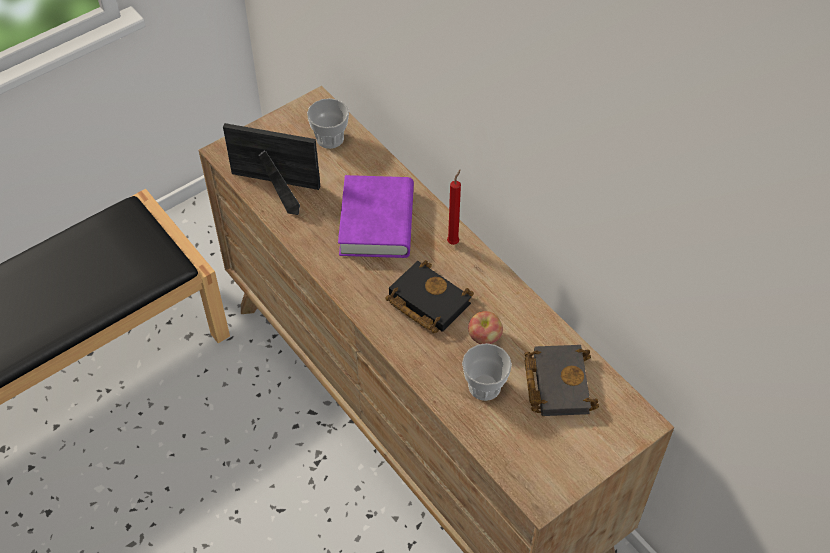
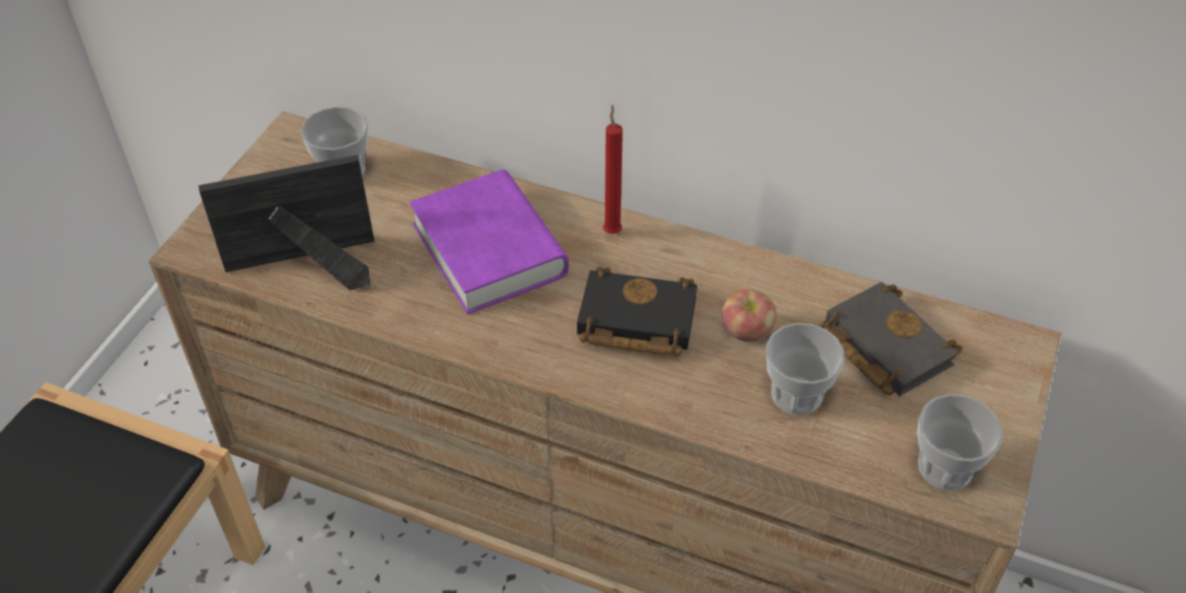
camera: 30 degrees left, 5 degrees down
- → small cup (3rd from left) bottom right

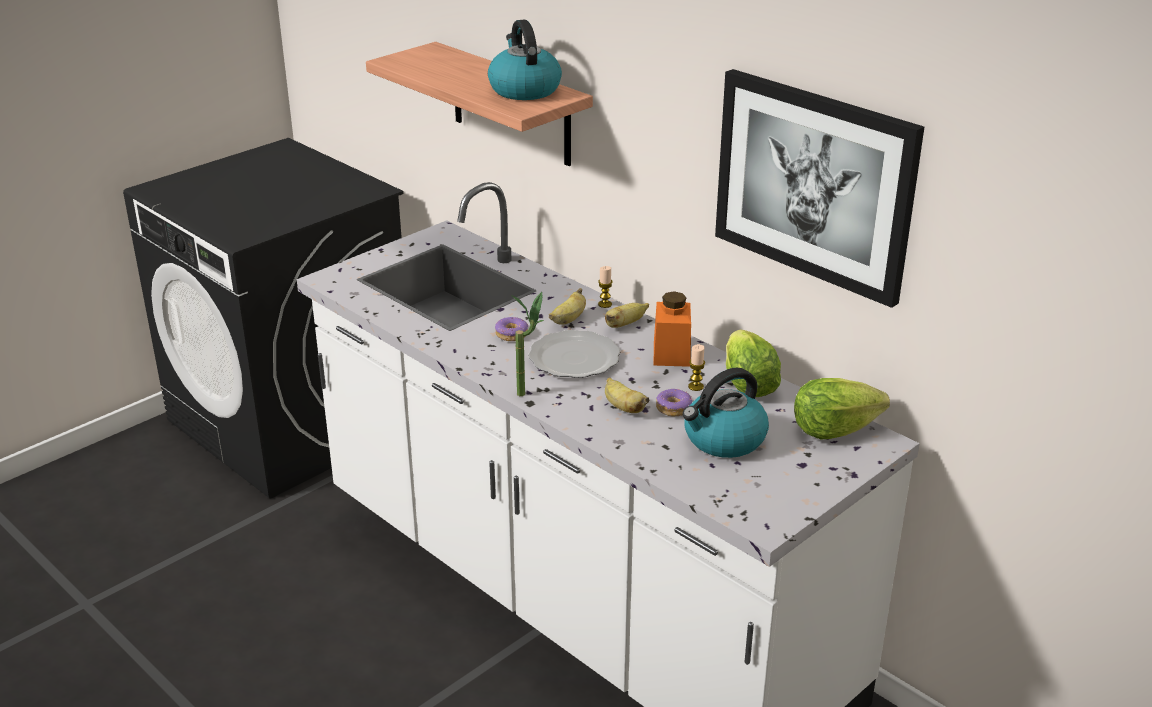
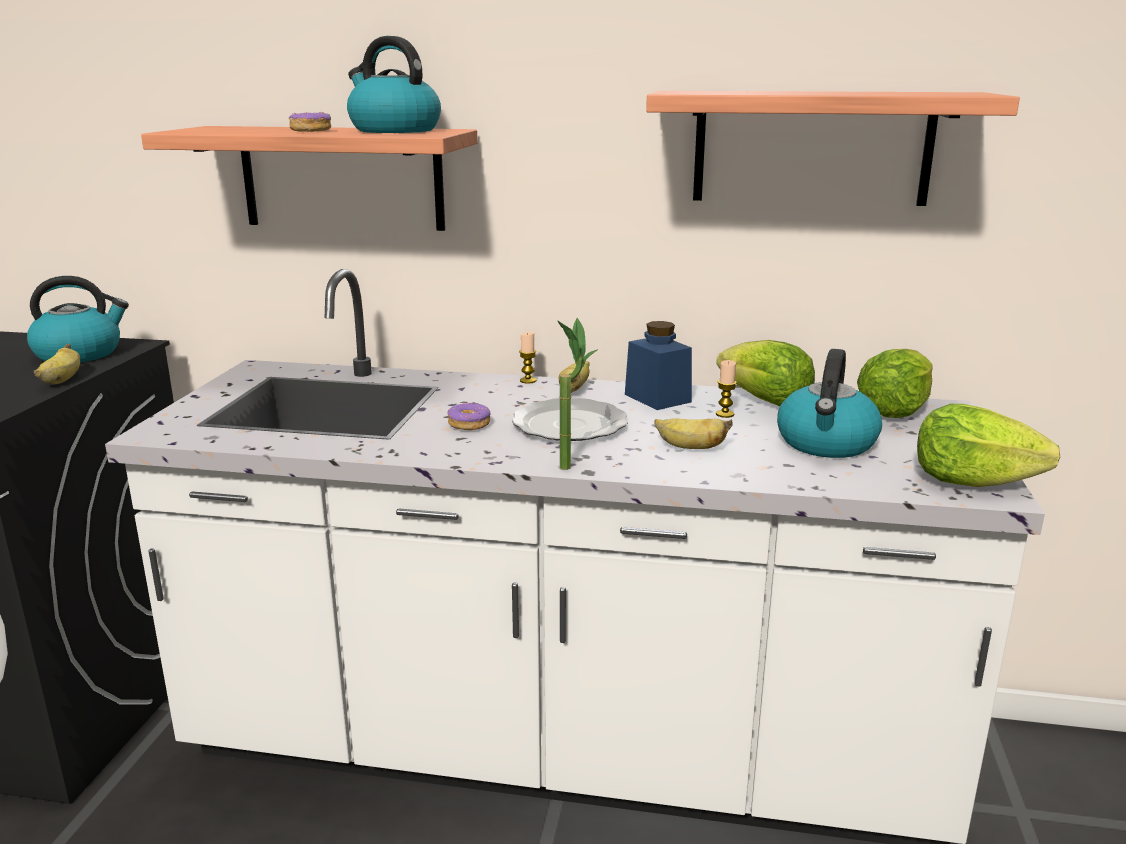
camera: 35 degrees left, 10 degrees down
wall picture top right → shelf (2nd from left) top right
banana fruit (1st from left) centre → banana fruit (1st from left) middle left, moved
jar (orangey) centre → jar (blue-coloured) centre
donut (2nd from left in the first image) centre → donut (1st from left) top left, moved
- → water kettle (1st from left) middle left
- → lettuce (3rd from left) middle right

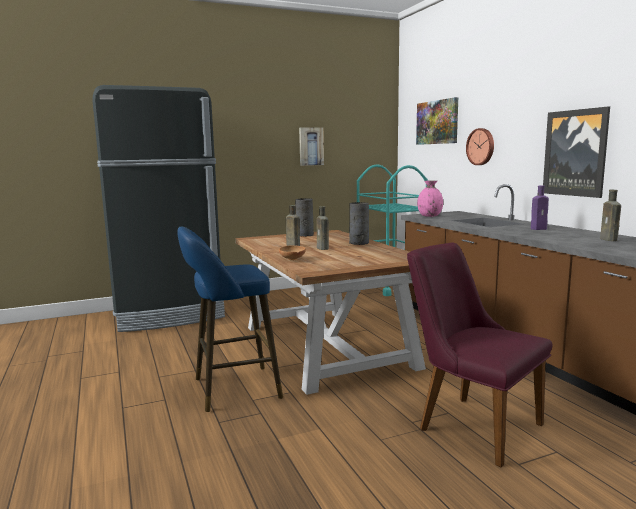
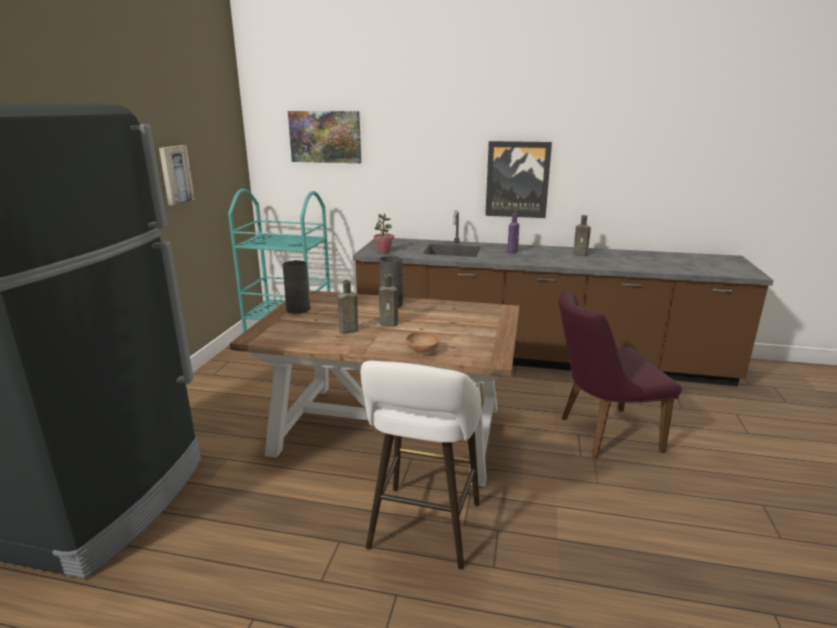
camera: 55 degrees left, 10 degrees up
clock on the wall top right → -
decorative vase (pinkish) middle right → plant in a pot centre
stool (blue-coloured) centre → stool (white-coloured) bottom centre

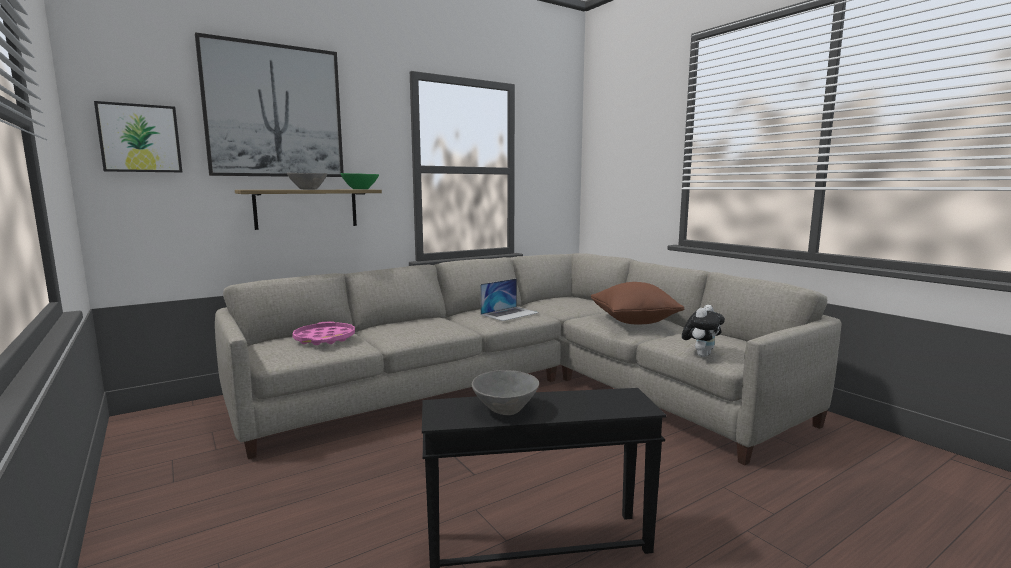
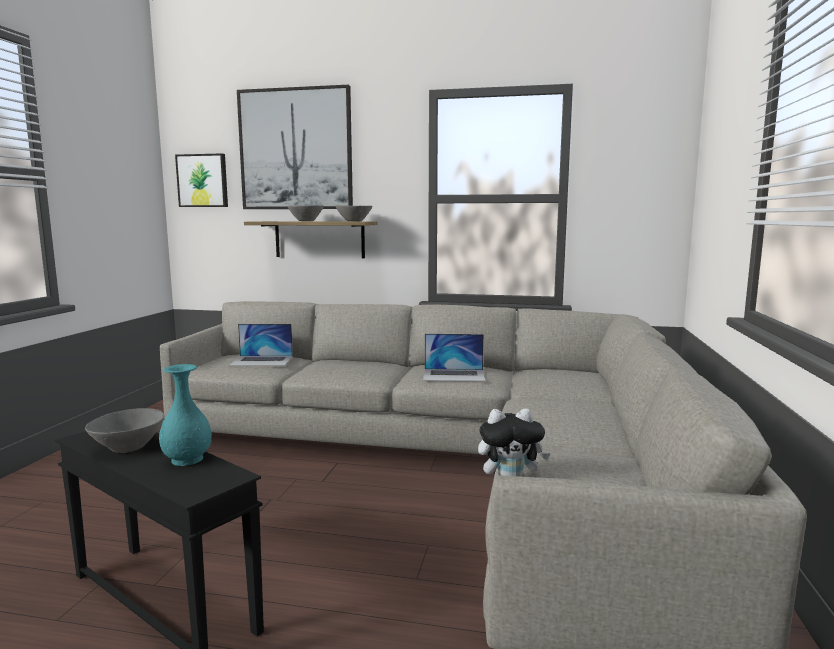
camera: 45 degrees right, 0 degrees up
bowl (green-coloured) top centre → bowl (grey) (3rd from left) top centre
cushion (brown-coloured) centre → -
carrying tray (pinkish) middle left → laptop (1st from left) middle left
- → decorative vase (turquoise) middle left

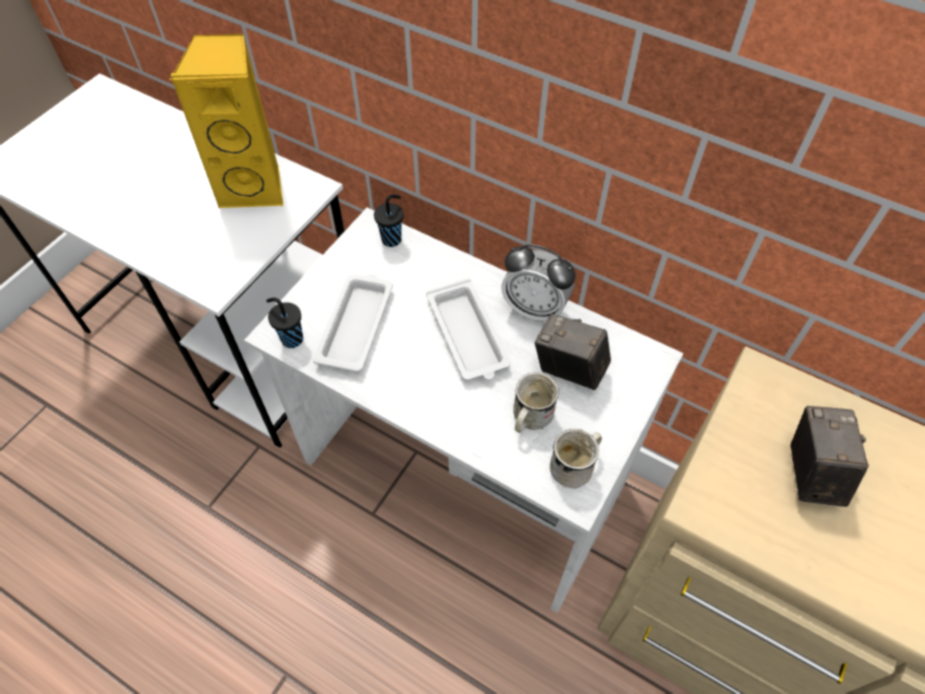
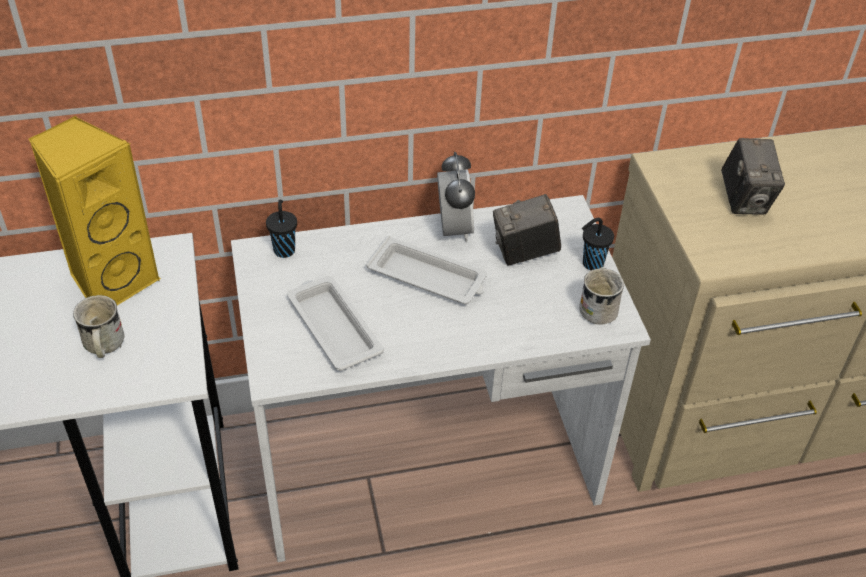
camera: 45 degrees left, 10 degrees down
bedside clock centre, 75 degrees counterclockwise
small cup (blackish) (1st from left in the first image) middle left → small cup (blackish) (2nd from left) middle right, moved
tea mug (white-coloured) (1st from left) centre → tea mug (white-coloured) (1st from left) middle left, moved
photo camera (2nd from left) middle right → photo camera (2nd from left) top right, 150 degrees counterclockwise

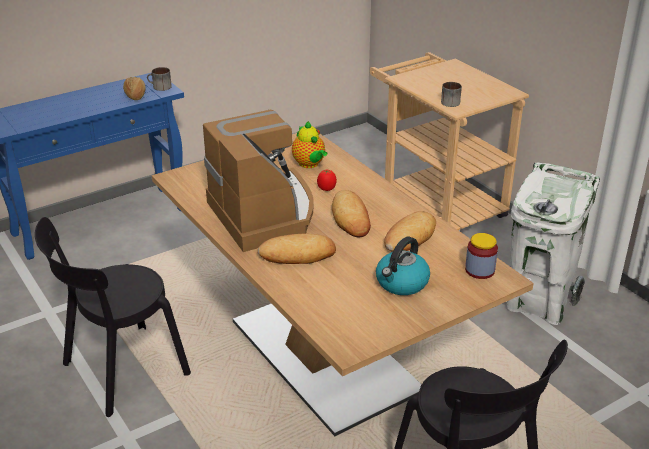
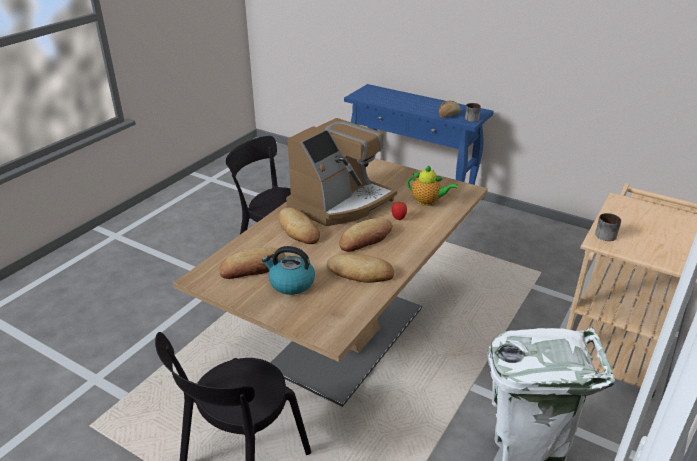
camera: 65 degrees right, 0 degrees up
tea pot top centre → tea pot centre, 105 degrees counterclockwise
jar middle right → -
- → baked bread (1st from left) centre

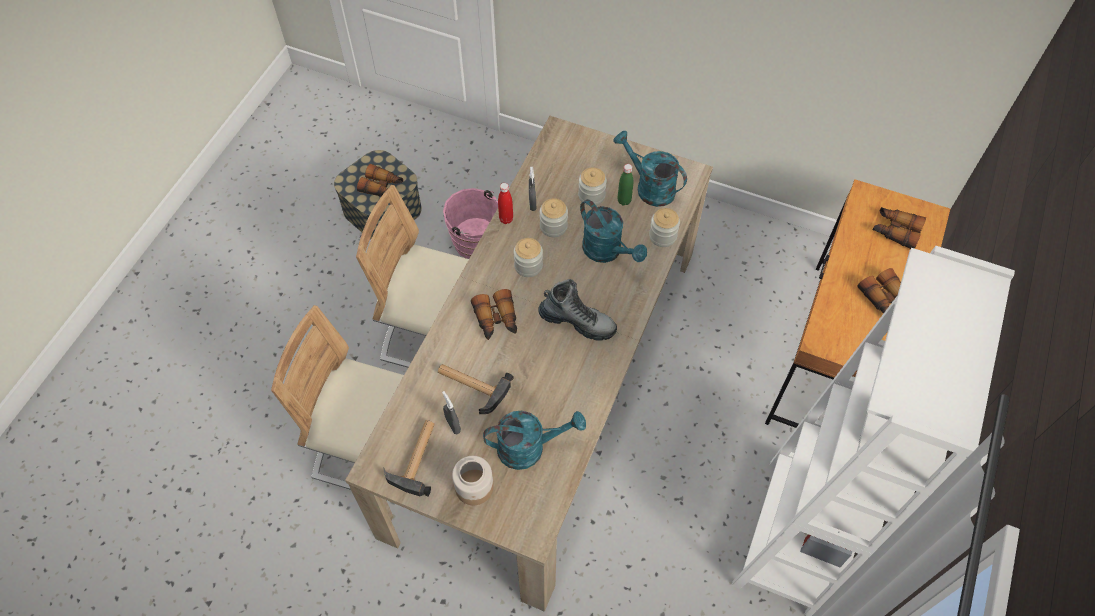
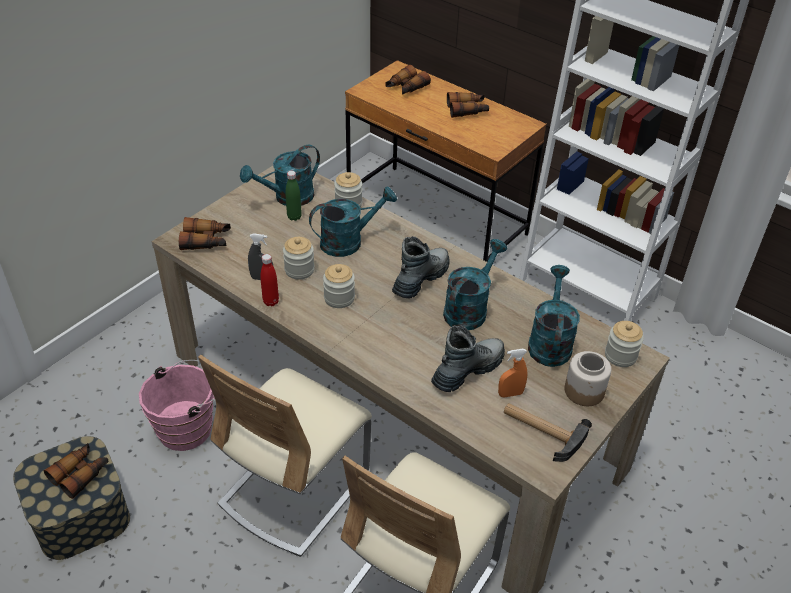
camera: 75 degrees left, 15 degrees down
jar (4th from left in the first image) top centre → jar (5th from left) middle right, moved
binoculars (2nd from left) centre → binoculars (2nd from left) middle left, moved
hammer (2nd from left) centre → tall boot (2nd from left) centre
sprayer (grey) (1st from left) bottom centre → sprayer (orangey) centre
- → sprinkling can (turquoise) (3rd from left) centre

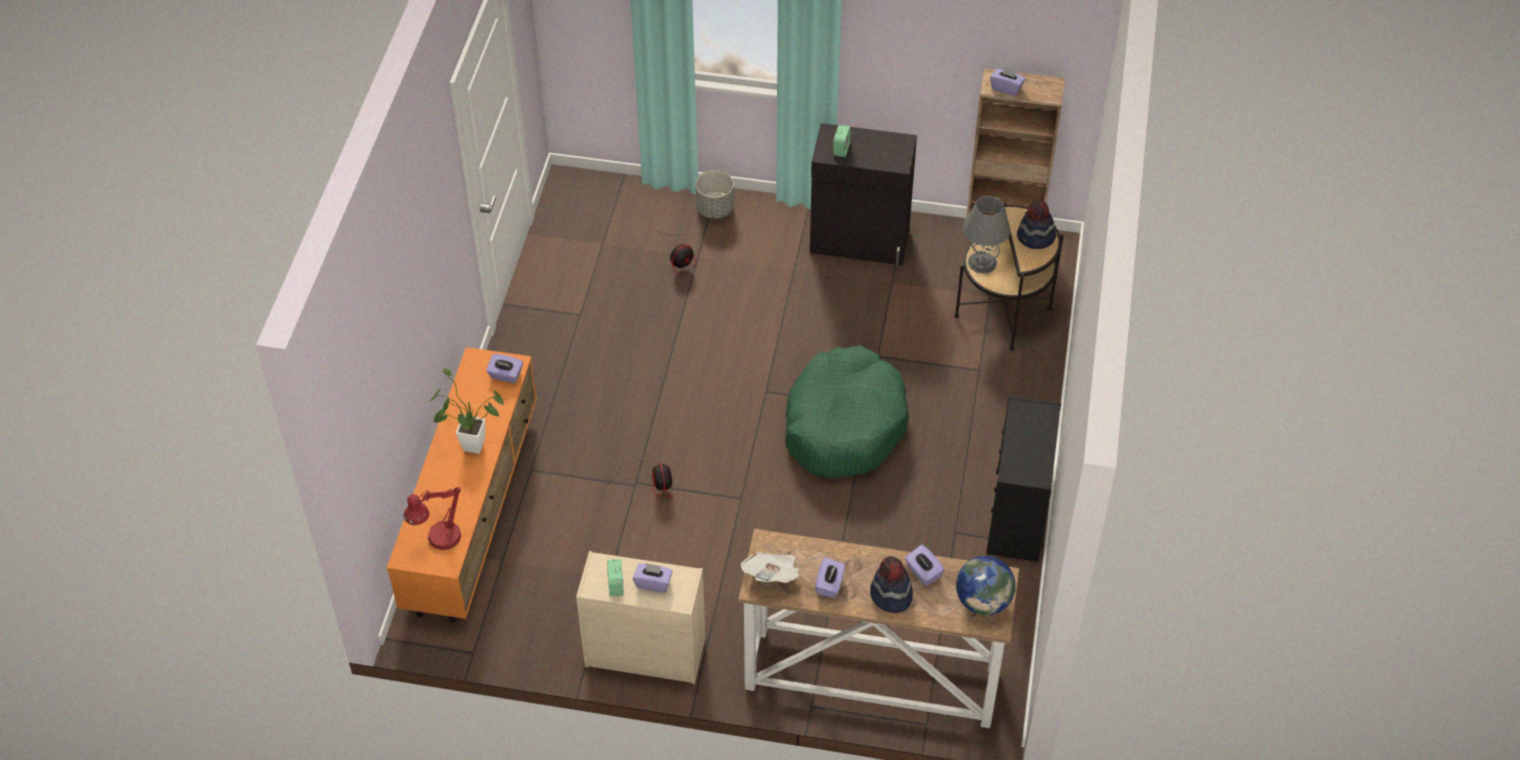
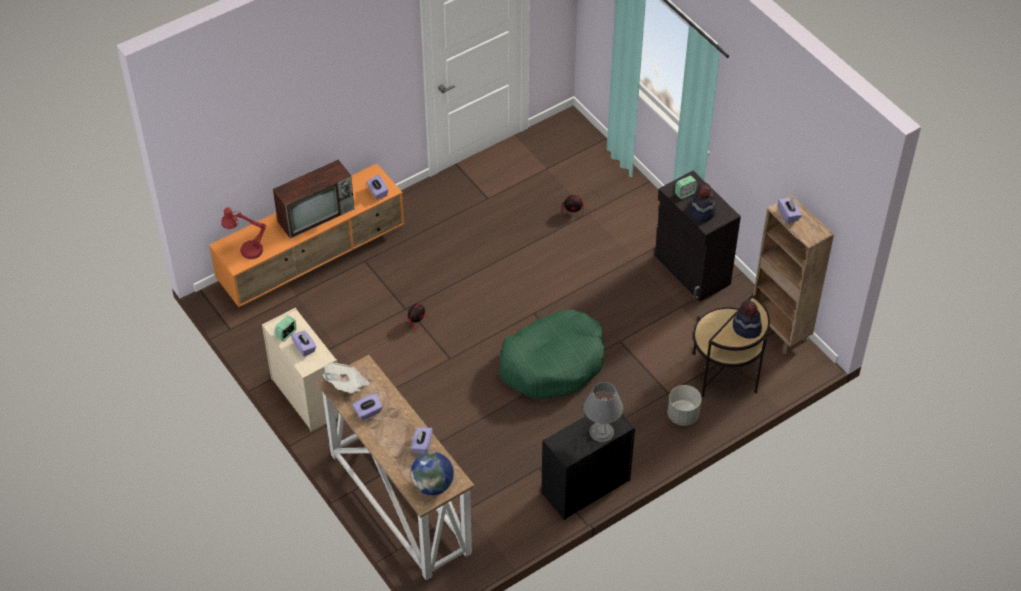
camera: 45 degrees right, 0 degrees up
planter (grey) top centre → planter (grey) bottom right, moved
table lamp (grey) top centre → table lamp (grey) bottom centre, moved
plant in a pot middle left → TV set middle left
wearable hat (1st from left) bottom centre → wearable hat (1st from left) middle right, moved

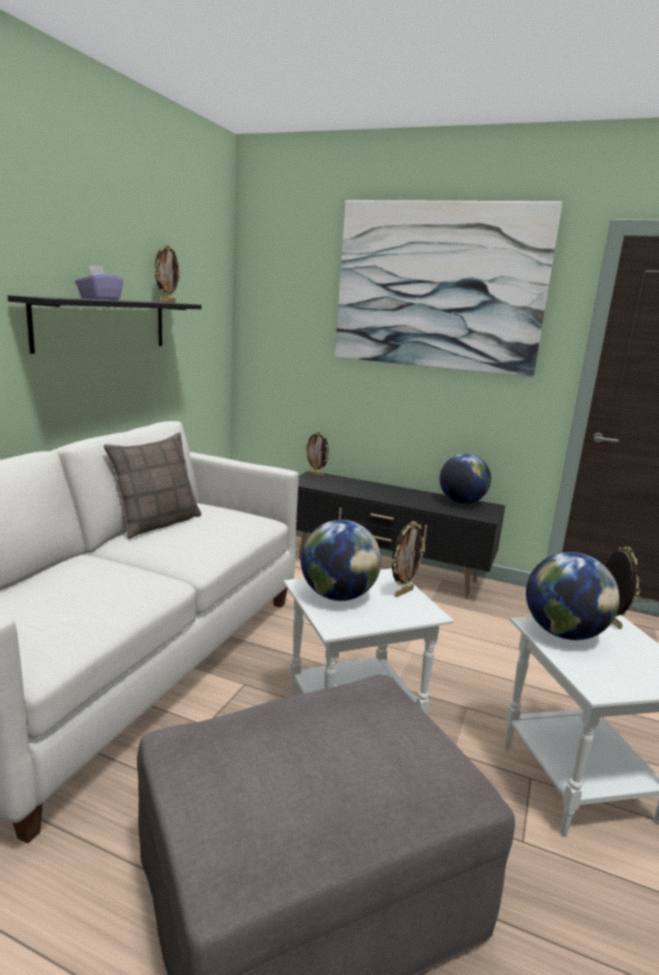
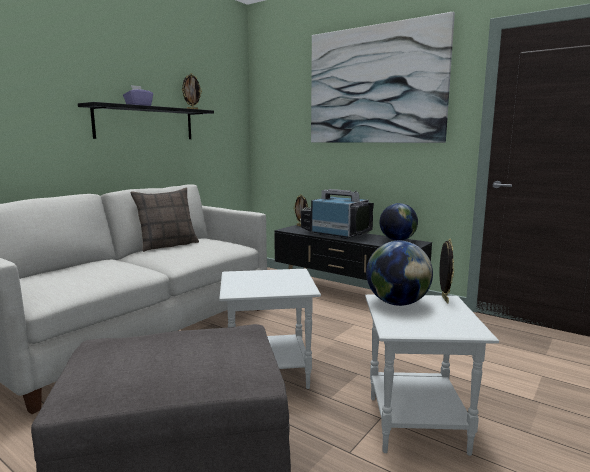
camera: 15 degrees right, 5 degrees down
desk globe (1st from left) centre → -
photo frame (3rd from left) centre → -
- → TV set centre

